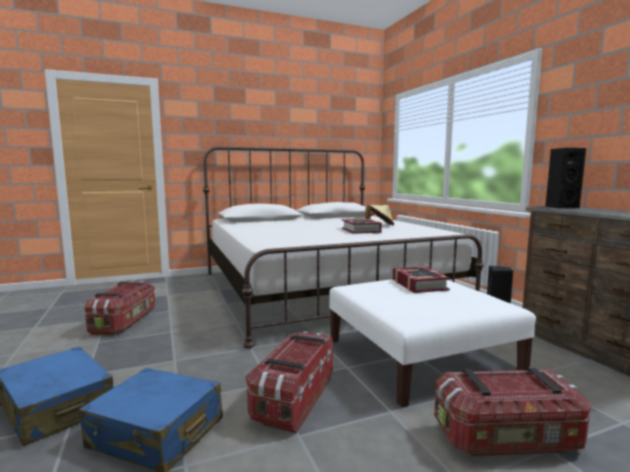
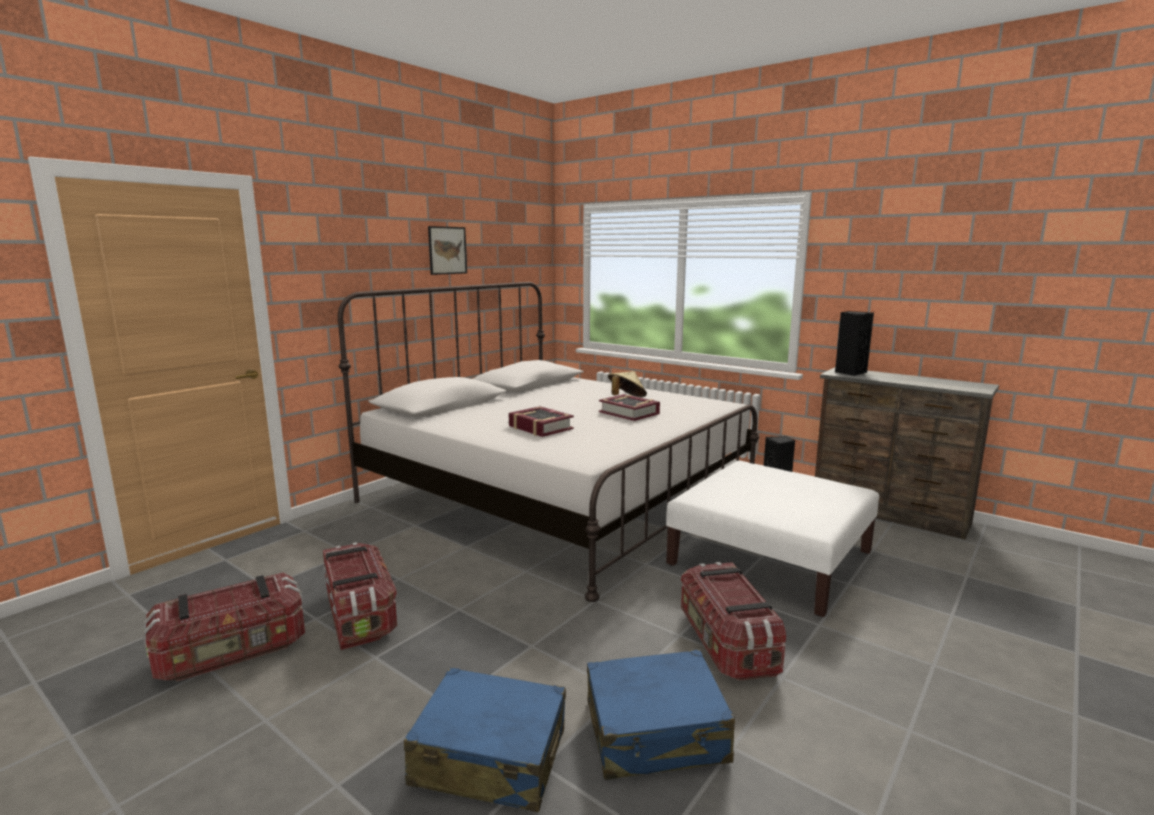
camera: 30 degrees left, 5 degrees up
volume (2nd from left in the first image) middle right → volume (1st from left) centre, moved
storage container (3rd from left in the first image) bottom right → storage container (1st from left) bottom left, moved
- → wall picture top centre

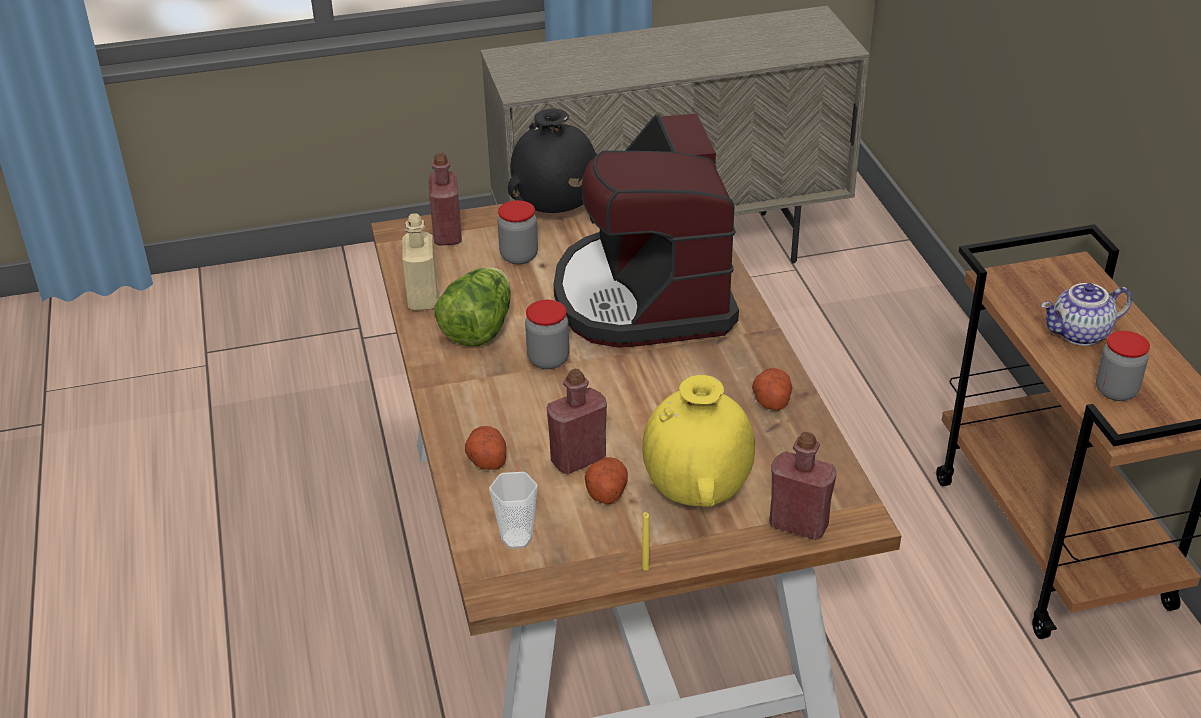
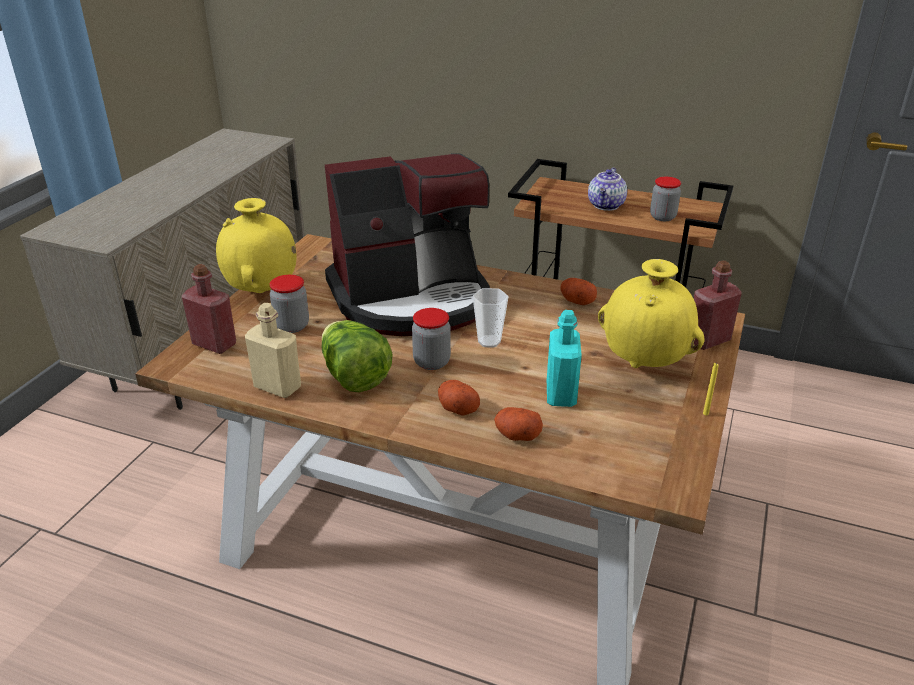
camera: 55 degrees left, 5 degrees down
decorative vase (blackish) top centre → decorative vase (yellowish) (1st from left) middle left
coffee brewer top centre → coffee brewer centre, 45 degrees counterclockwise
beverage bottle (reddish) (2nd from left) centre → beverage bottle (turquoise) centre
whole potato (2nd from left in the first image) bottom centre → whole potato (1st from left) centre, moved
small cup bottom centre → small cup centre, moved

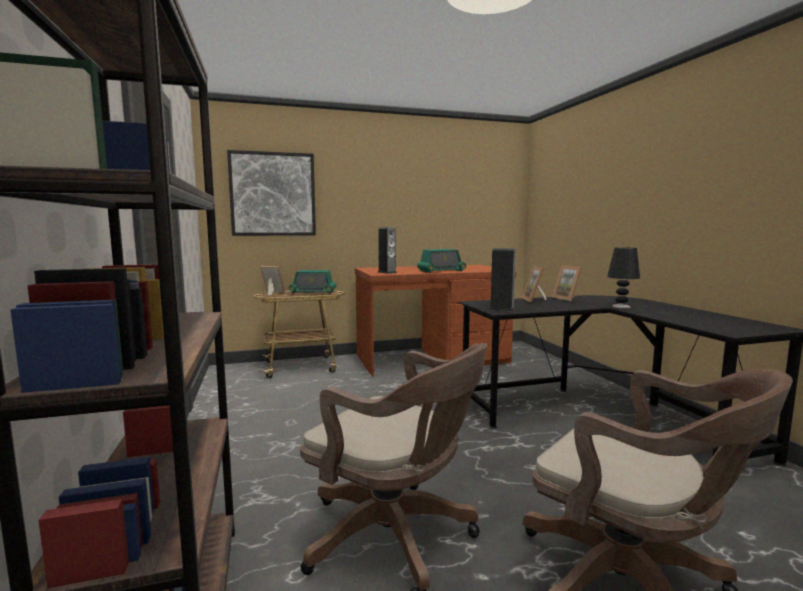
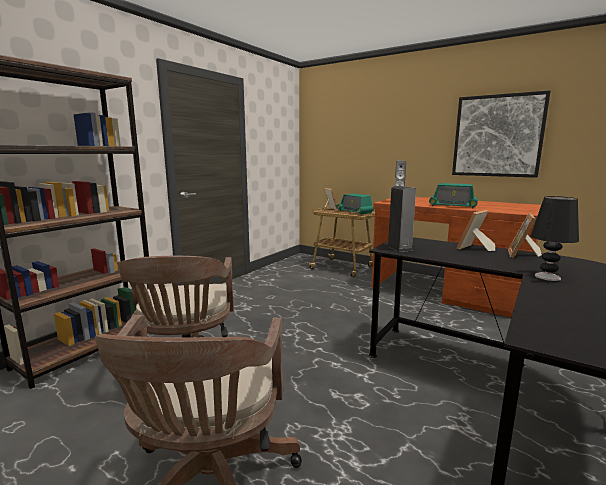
camera: 50 degrees right, 5 degrees up
wall picture top centre → wall picture top right, moved

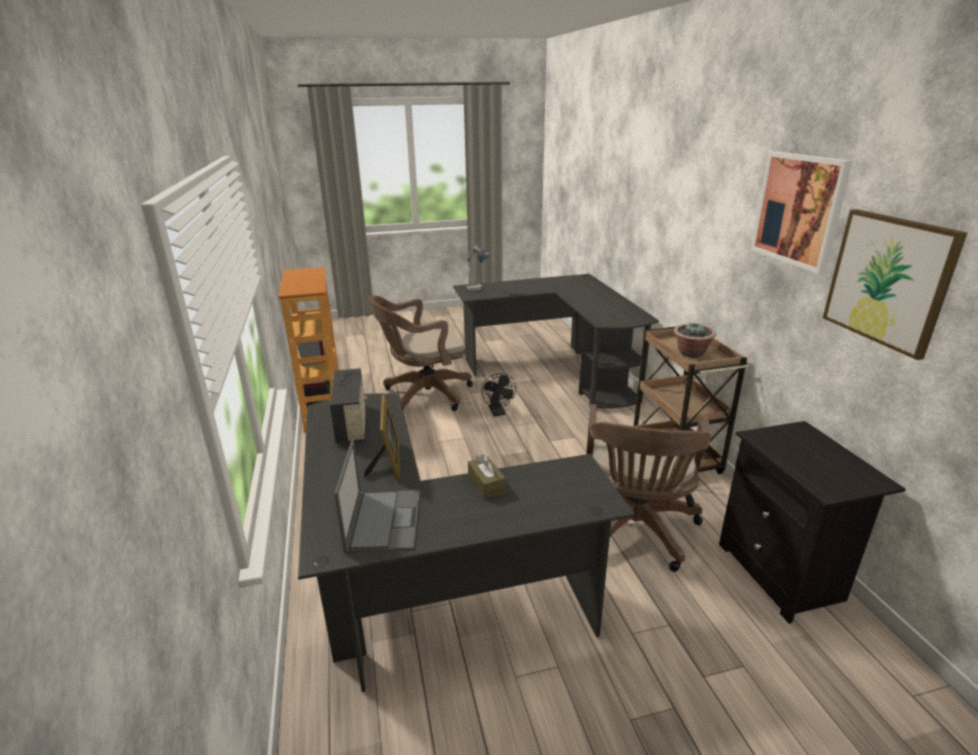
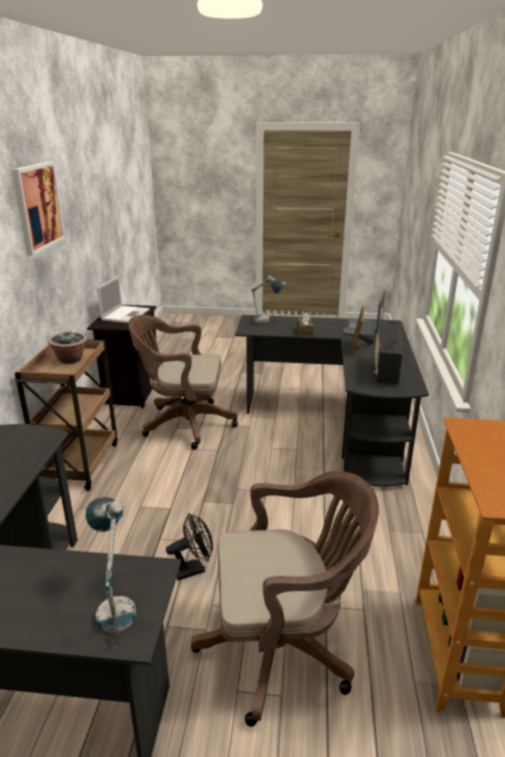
camera: 160 degrees left, 0 degrees up
wall picture (2nd from left) middle right → -
cooling fan (blackish) centre → cooling fan (blackish) bottom centre, 60 degrees clockwise
desk chair (brown-coloured) (2nd from left in the first image) centre → desk chair (brown-coloured) (1st from left) centre, 120 degrees counterclockwise
- → table lamp (2nd from left) centre
- → laptop (1st from left) middle left

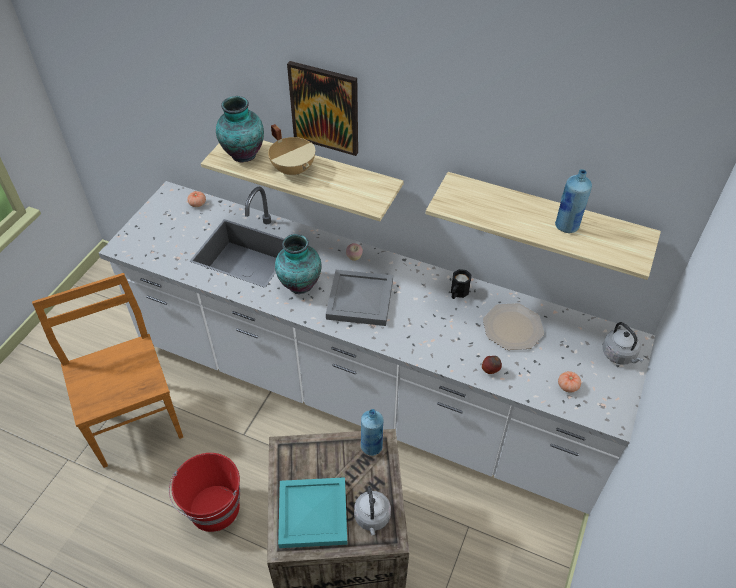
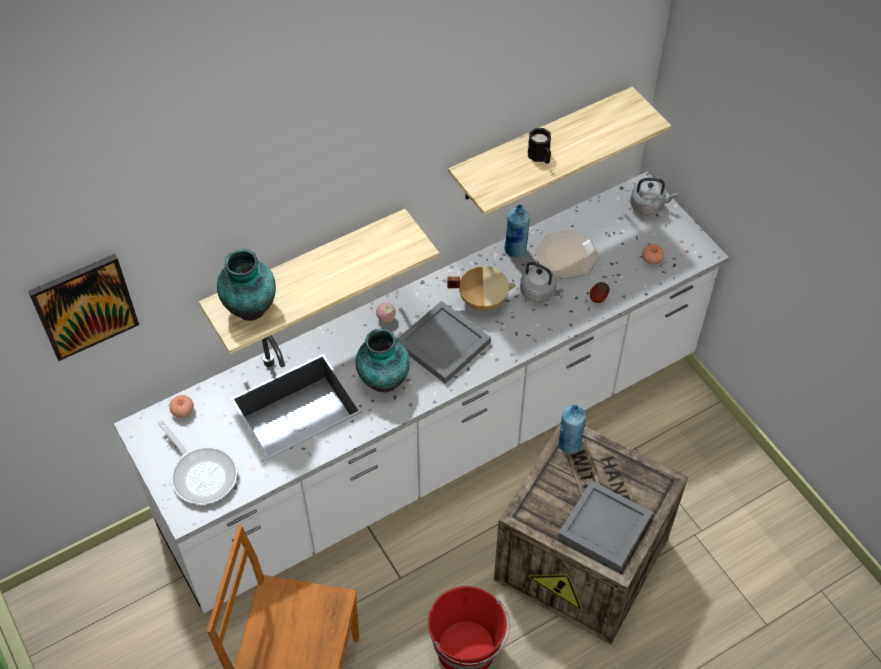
camera: 55 degrees left, 5 degrees up
wall picture top centre → wall picture middle left, moved
saucepot (beige) top centre → saucepot (beige) centre, moved
beverage bottle (blue-coloured) (2nd from left in the first image) middle right → beverage bottle (blue-coloured) (1st from left) centre, moved
tea mug (blackish) centre → tea mug (blackish) top centre, moved
carrying tray (turquoise) bottom centre → carrying tray (grey) (2nd from left) bottom right
water kettle (grey) (1st from left) bottom centre → water kettle (grey) (1st from left) centre, moved
- → frying pan bottom left

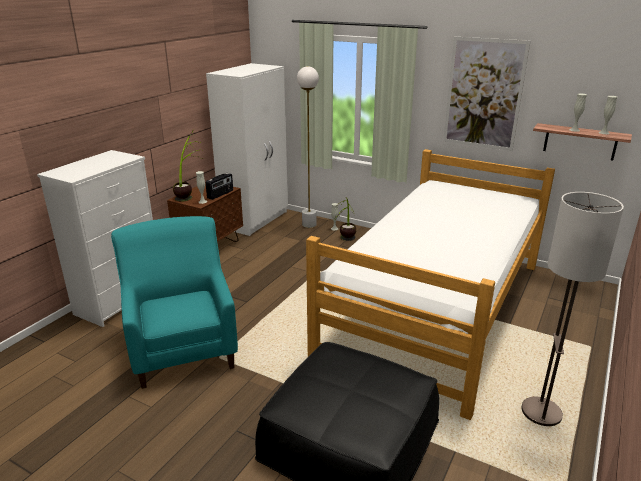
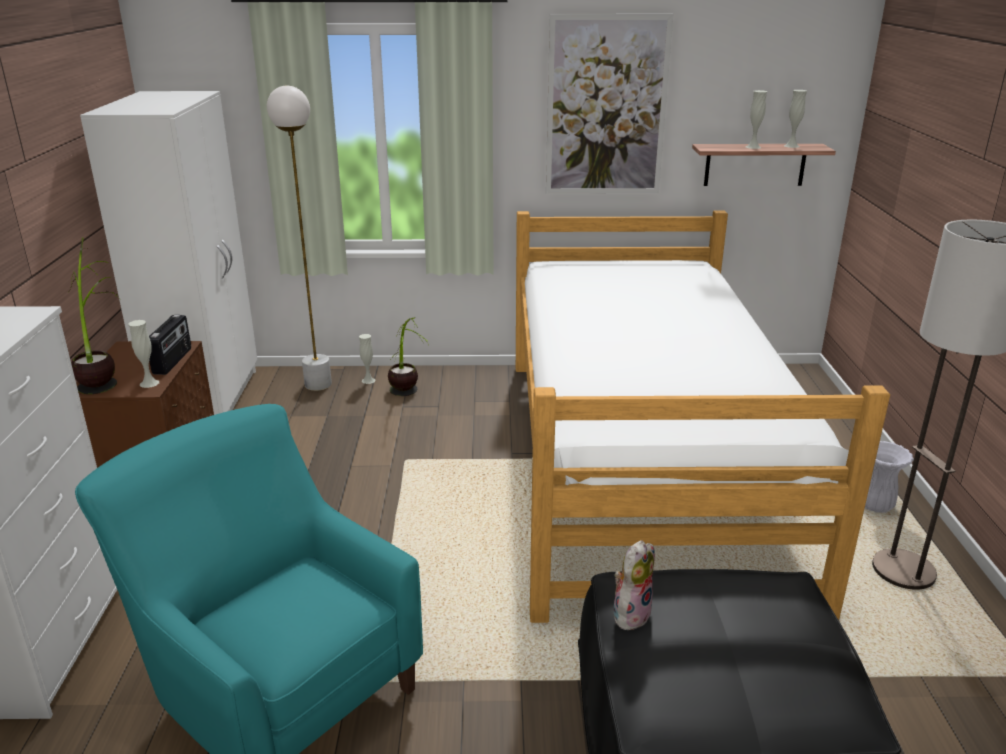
camera: 30 degrees left, 0 degrees up
- → decorative vase (white-coloured) (5th from left) middle right
- → cuddly toy bottom centre

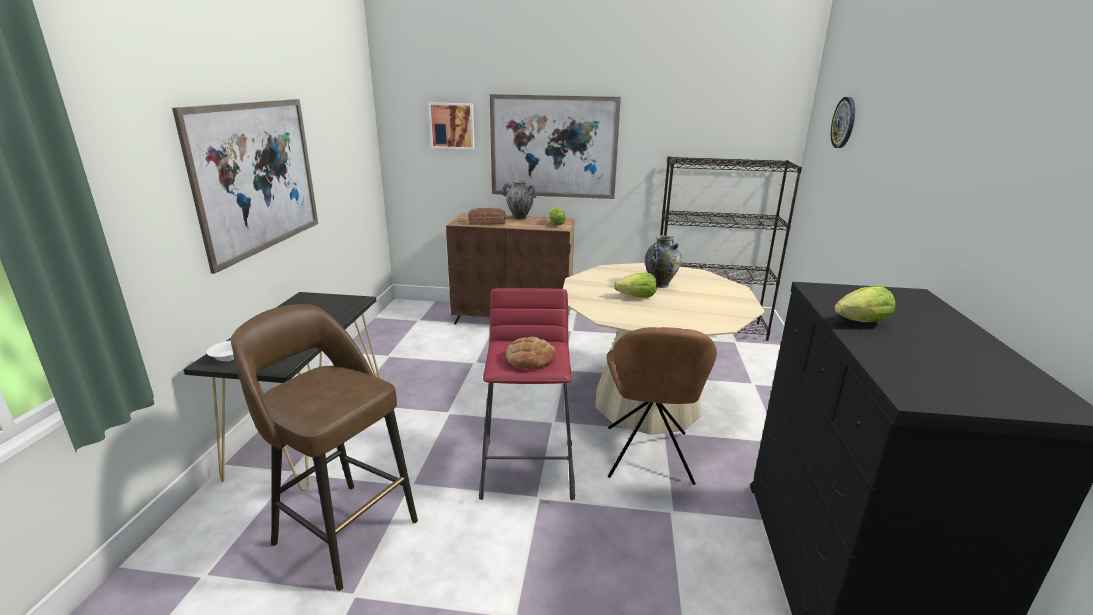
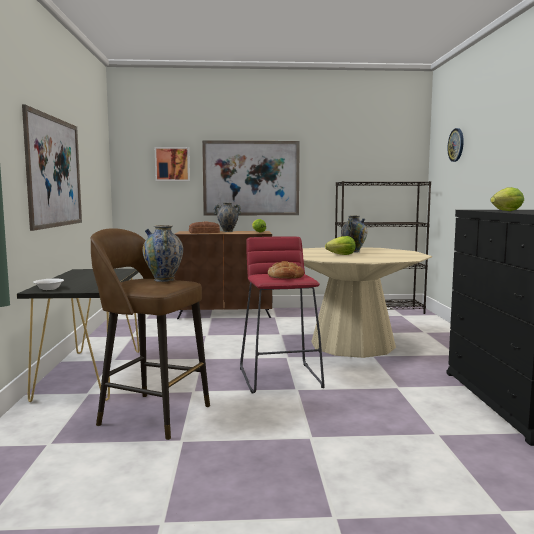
camera: 10 degrees left, 15 degrees down
plain chair (brown-coloured) centre → -
- → decorative vase (1st from left) middle left

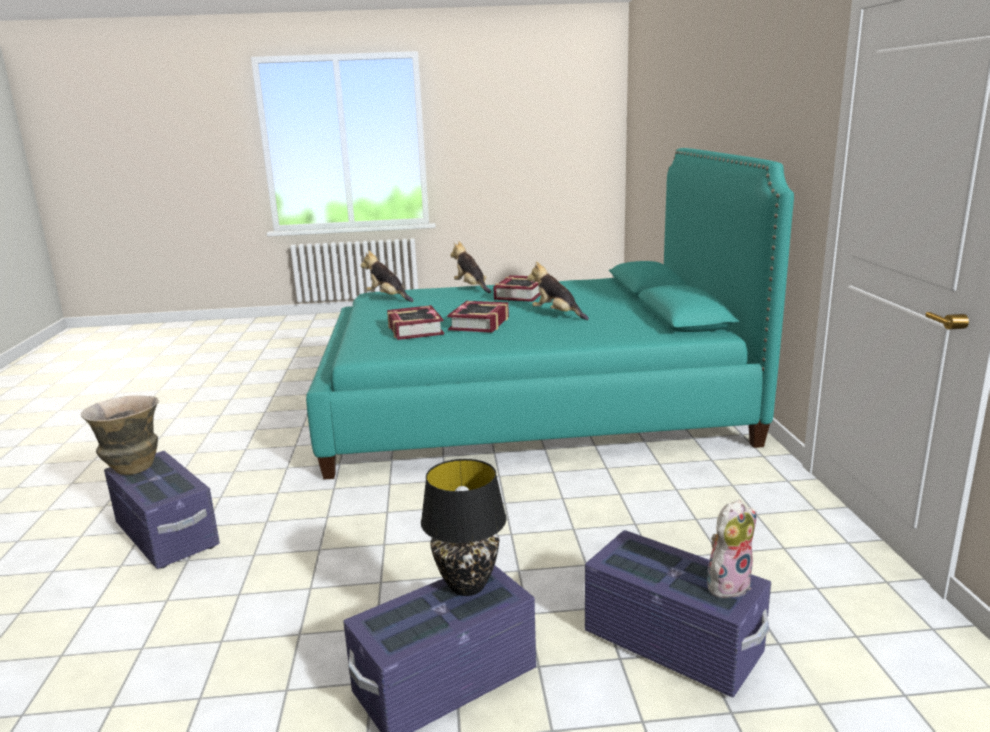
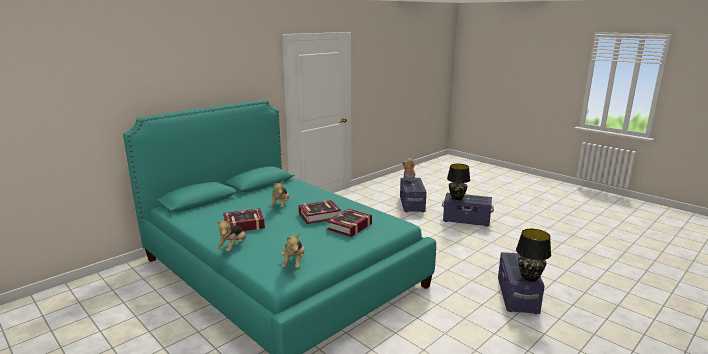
camera: 130 degrees left, 0 degrees up
decorative vase middle left → table lamp (blackish) (2nd from left) bottom right

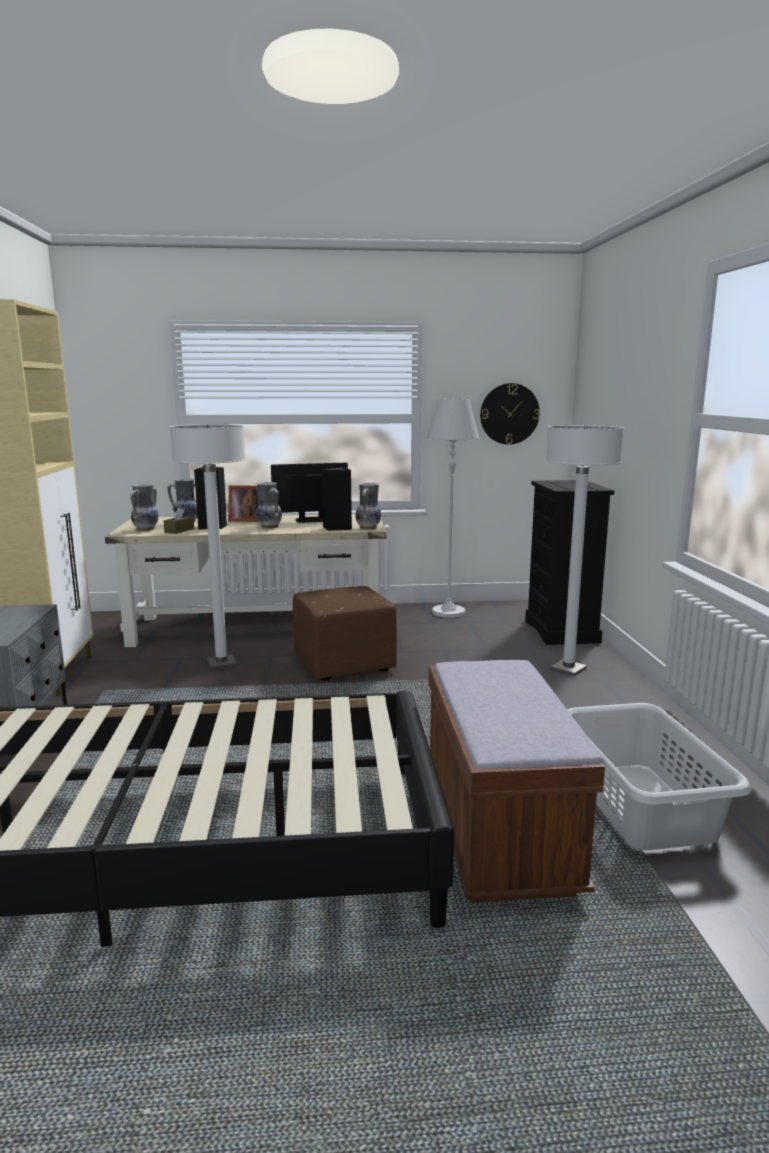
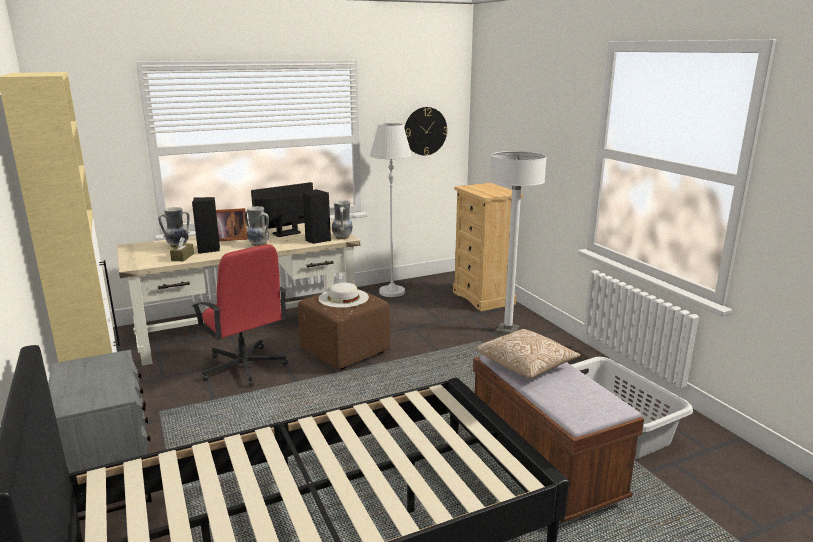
camera: 20 degrees left, 5 degrees up
floor lamp (white-coloured) (1st from left) middle left → desk chair (reddish) middle left
dresser (blackish) middle right → dresser (beige) centre
decorative vase (1st from left) middle left → -
- → wearable hat (white-coloured) centre
- → cushion centre

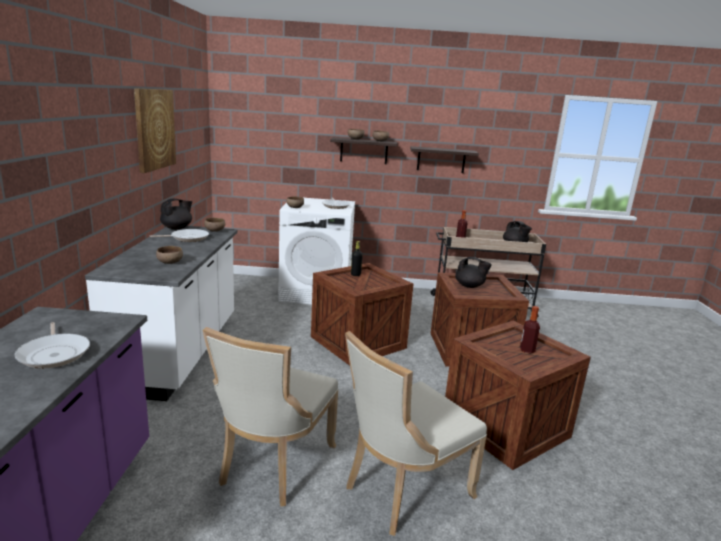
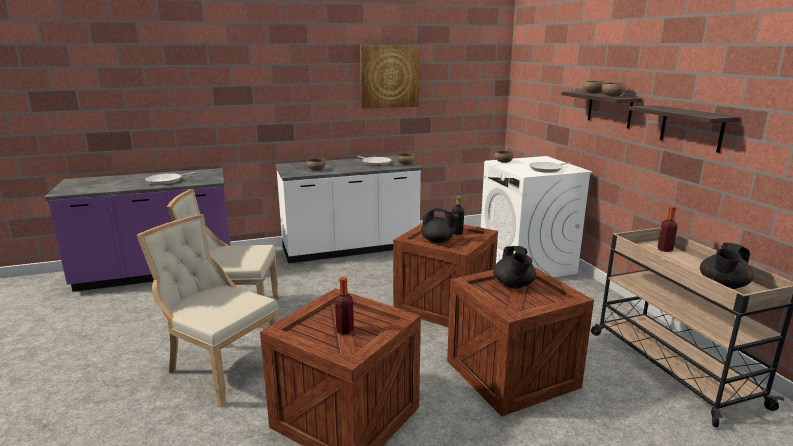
camera: 70 degrees right, 0 degrees up
tea pot (blackish) (1st from left) middle left → tea pot (blackish) (1st from left) centre, moved

